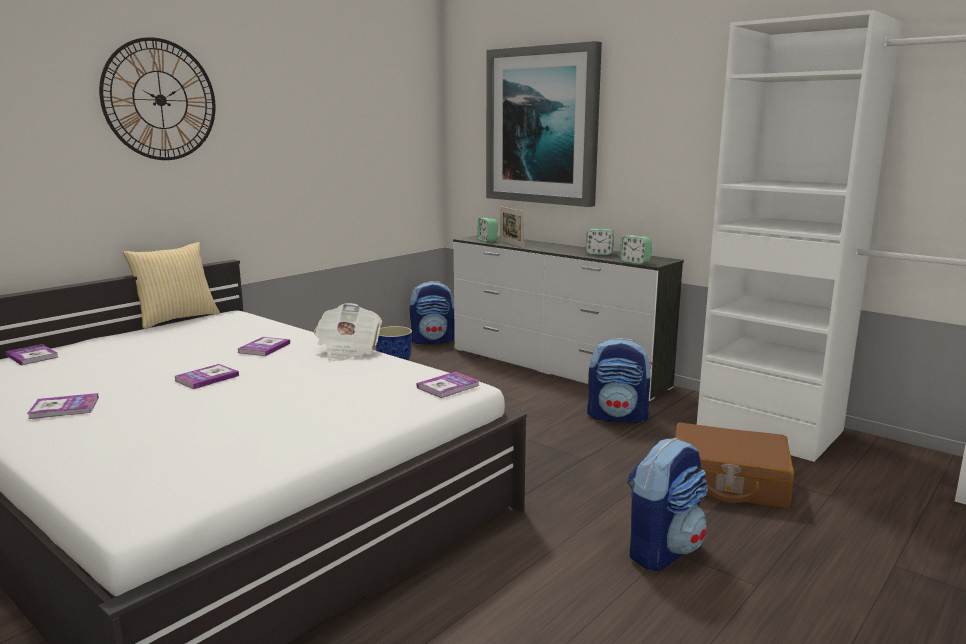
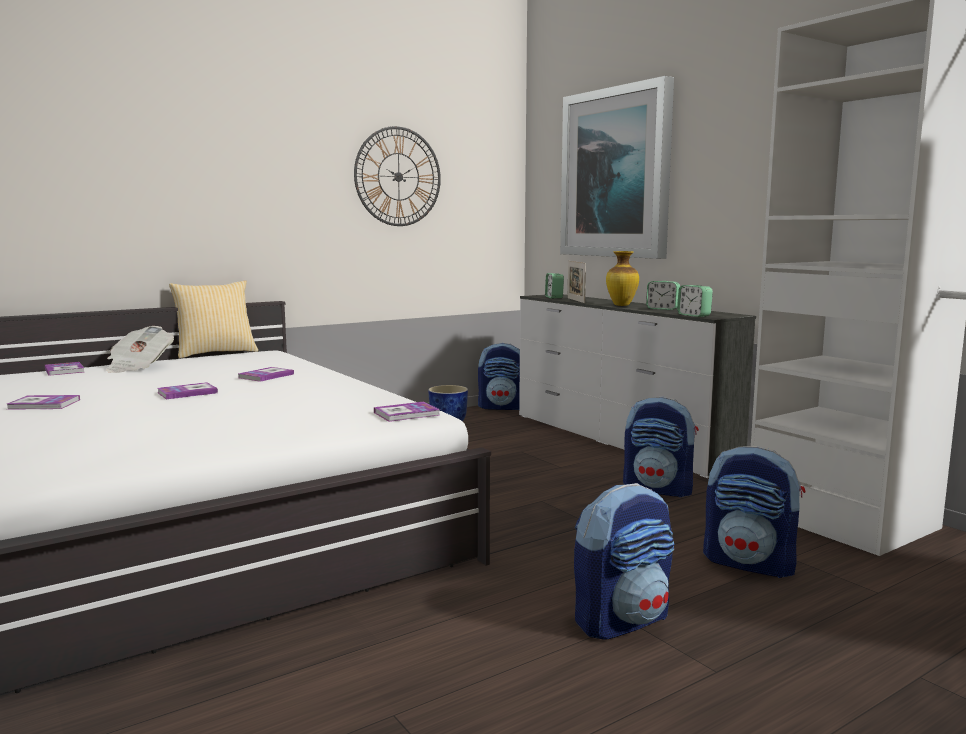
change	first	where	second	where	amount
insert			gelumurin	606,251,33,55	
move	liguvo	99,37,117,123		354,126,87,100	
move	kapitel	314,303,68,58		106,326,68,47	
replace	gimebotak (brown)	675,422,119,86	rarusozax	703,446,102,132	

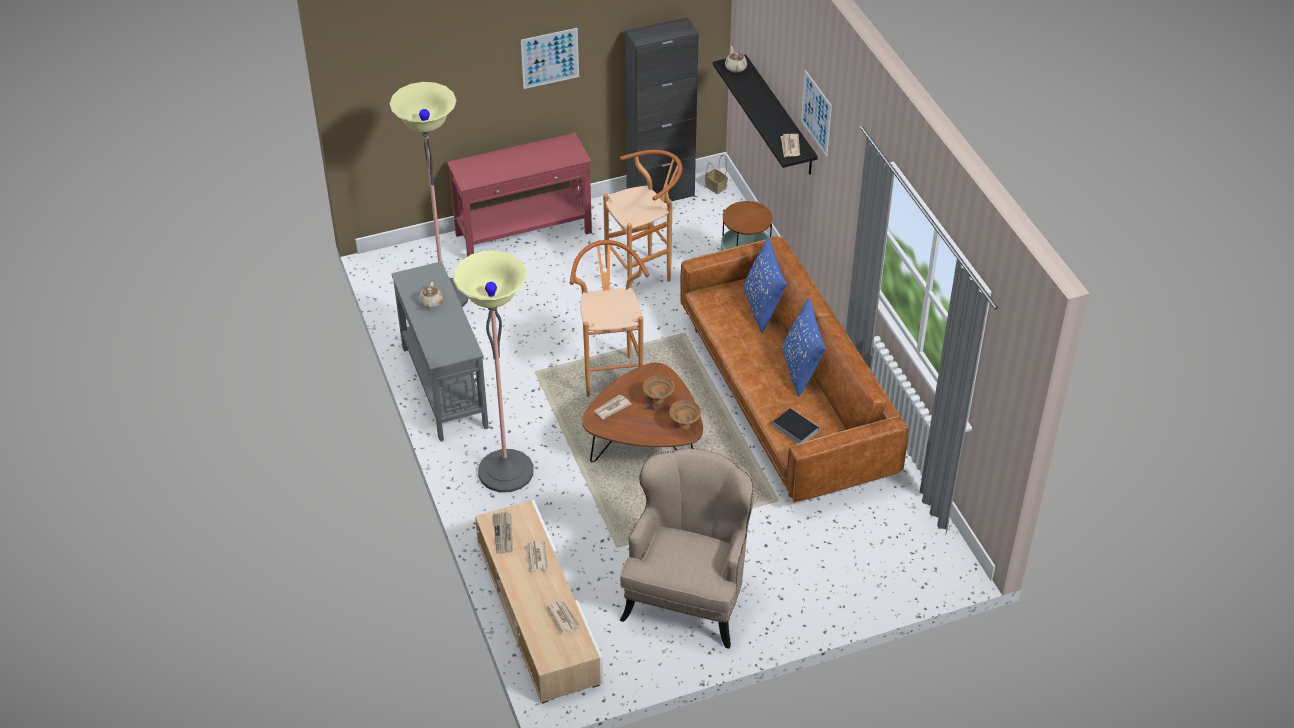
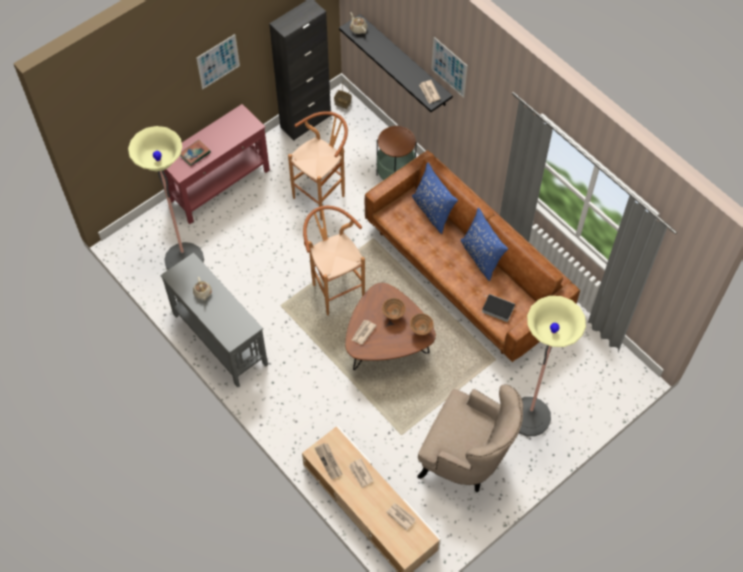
change	first	where	second	where	amount
insert			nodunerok	180,140,31,26	
move	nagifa	453,251,81,241		519,296,67,140	
rotate	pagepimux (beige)	620,449,135,200		417,385,106,107	120 degrees clockwise

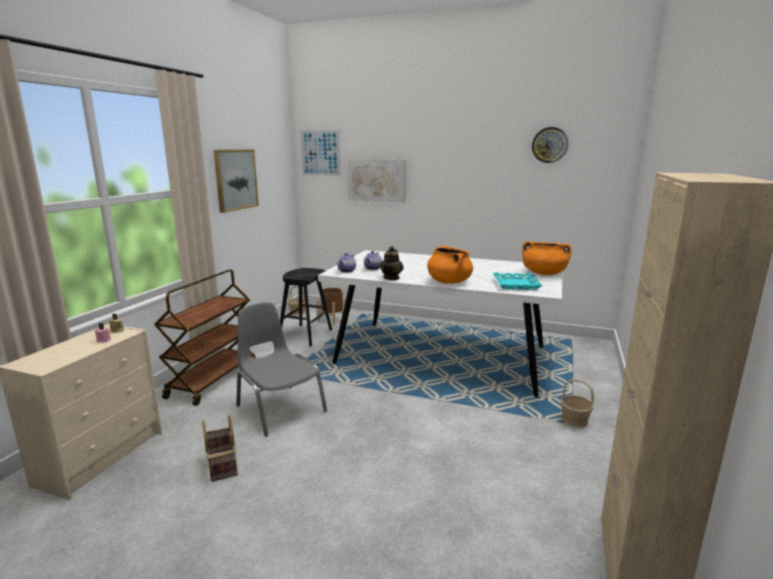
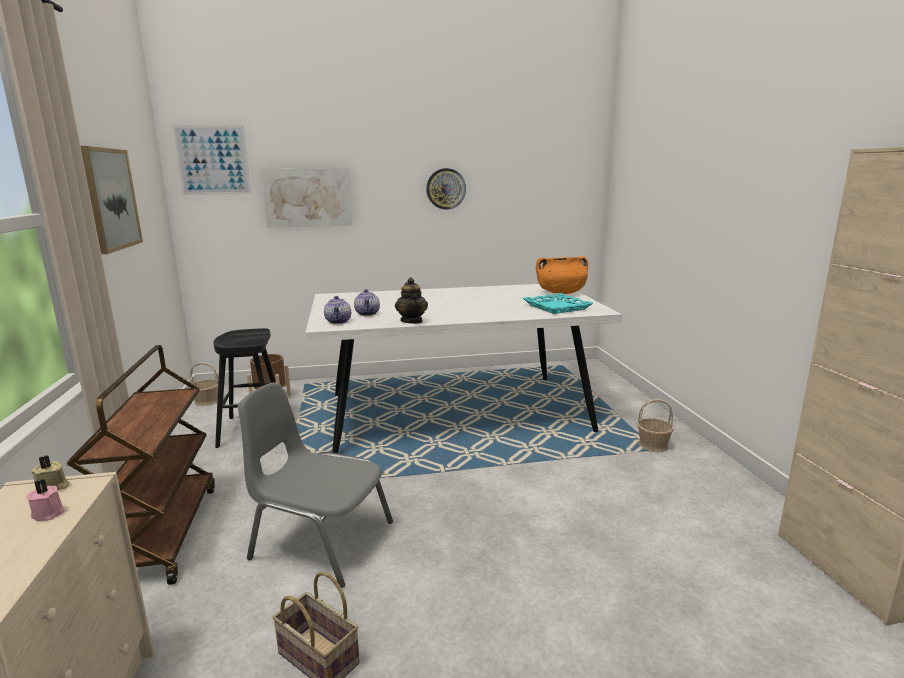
change	first	where	second	where	amount
delete	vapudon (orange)	427,245,46,39			
move	liguvo	532,127,36,36		426,168,40,42	

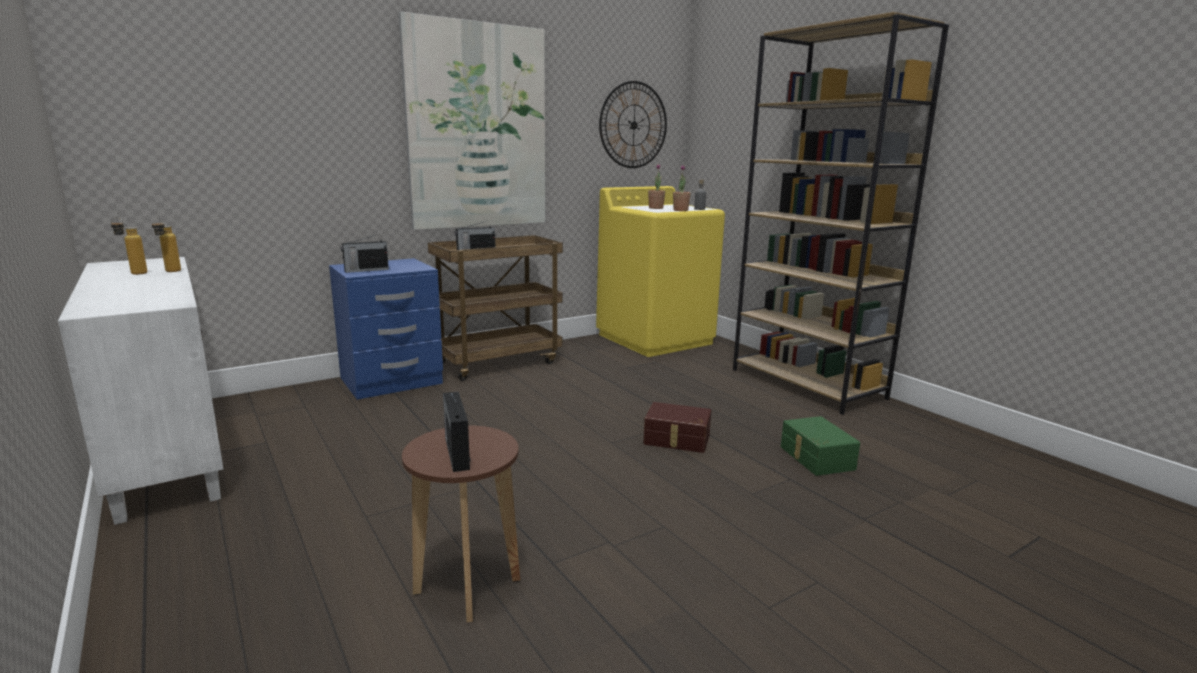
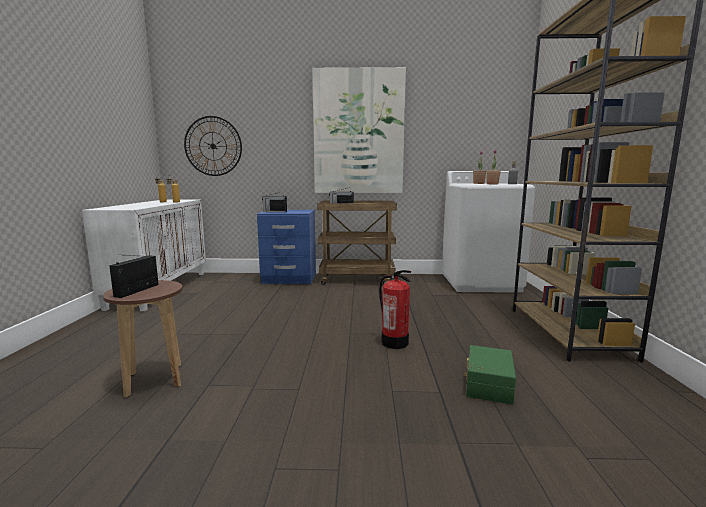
change	first	where	second	where	amount
move	liguvo	599,81,68,87		184,116,58,60	
replace	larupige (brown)	643,402,68,51	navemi	379,270,32,79	
recolor	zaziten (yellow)	596,186,129,171	zaziten (white)	442,171,93,122	

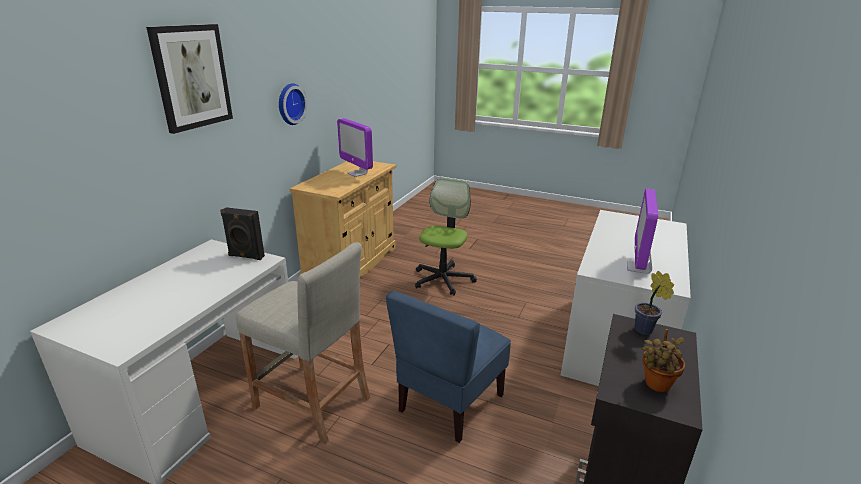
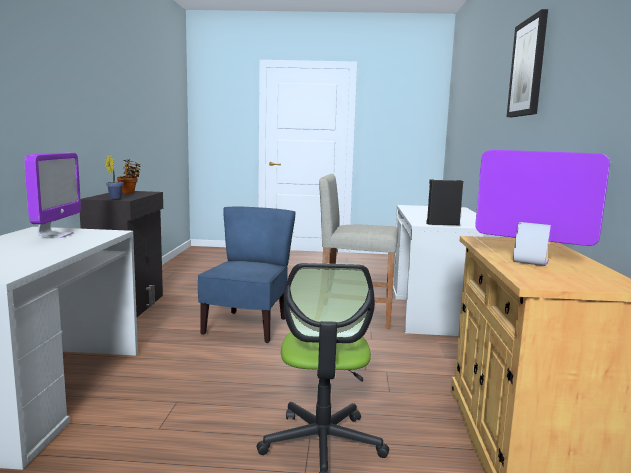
change	first	where	second	where	amount
delete	liguvo	279,83,28,42			

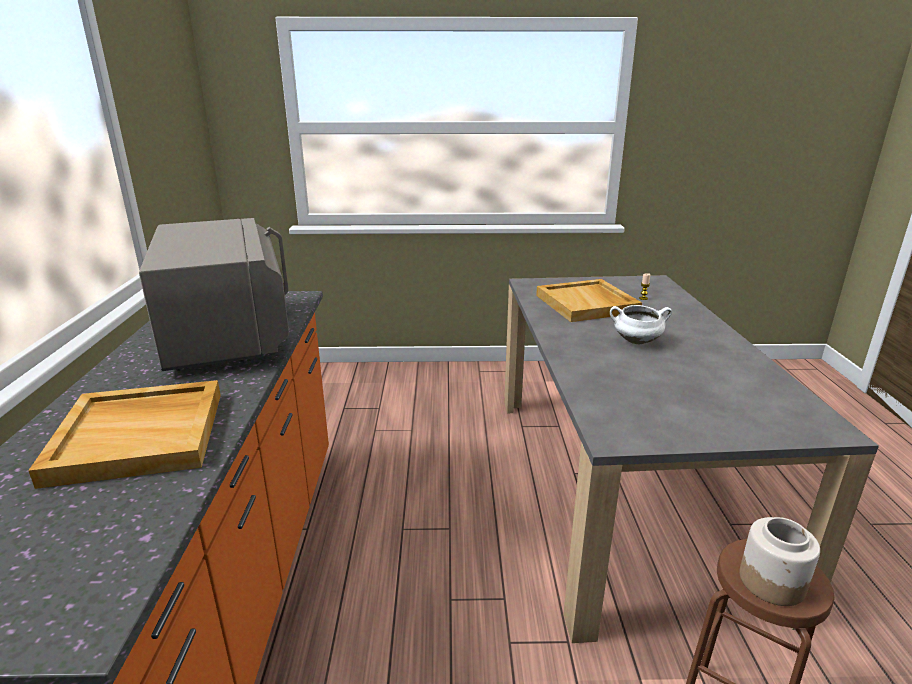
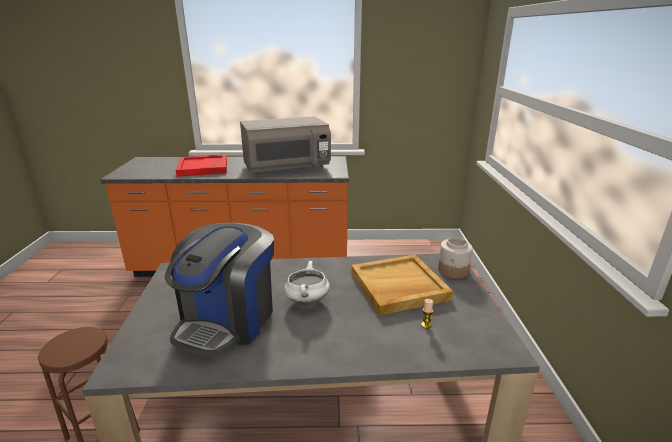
change	first	where	second	where	amount
insert			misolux	164,223,110,134	
move	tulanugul	739,517,81,89		438,237,35,42	
recolor	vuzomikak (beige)	28,380,193,109	vuzomikak (red)	176,155,51,22	

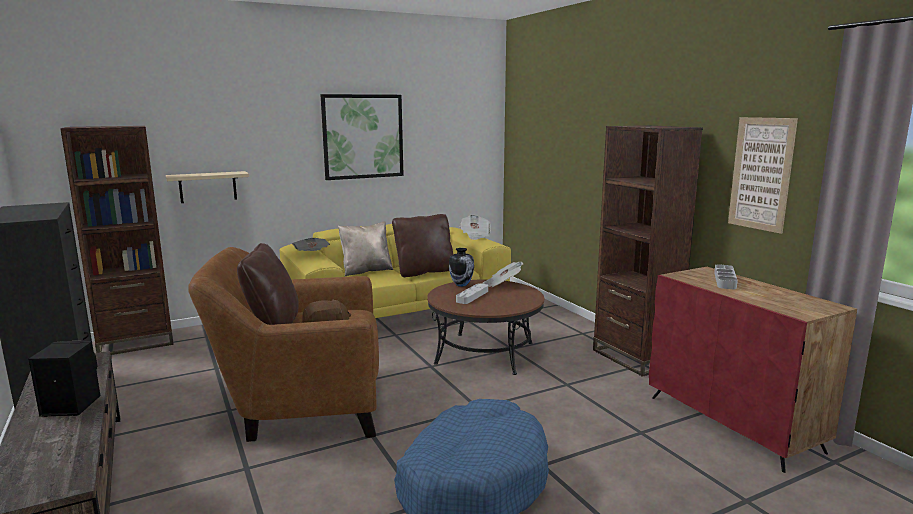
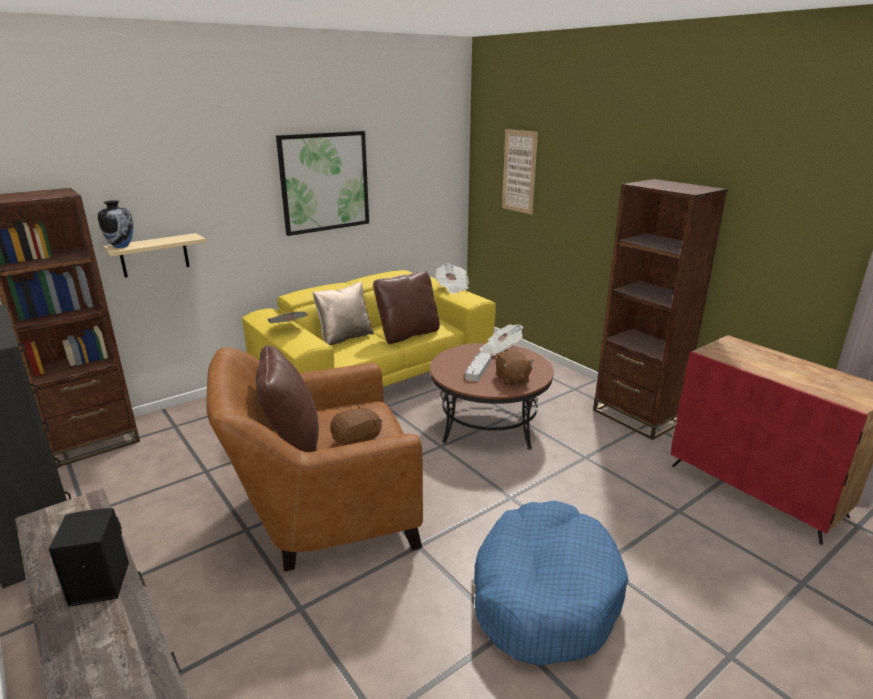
change	first	where	second	where	amount
delete	vuzomikak (grey)	714,264,24,25			
insert			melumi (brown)	496,350,38,36	
move	gelumurin	449,248,25,39		98,200,35,48	
move	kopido	728,117,70,117		502,129,36,86	

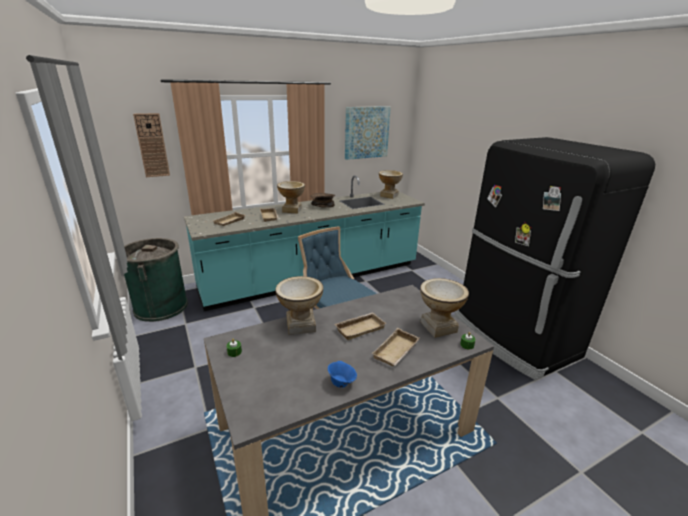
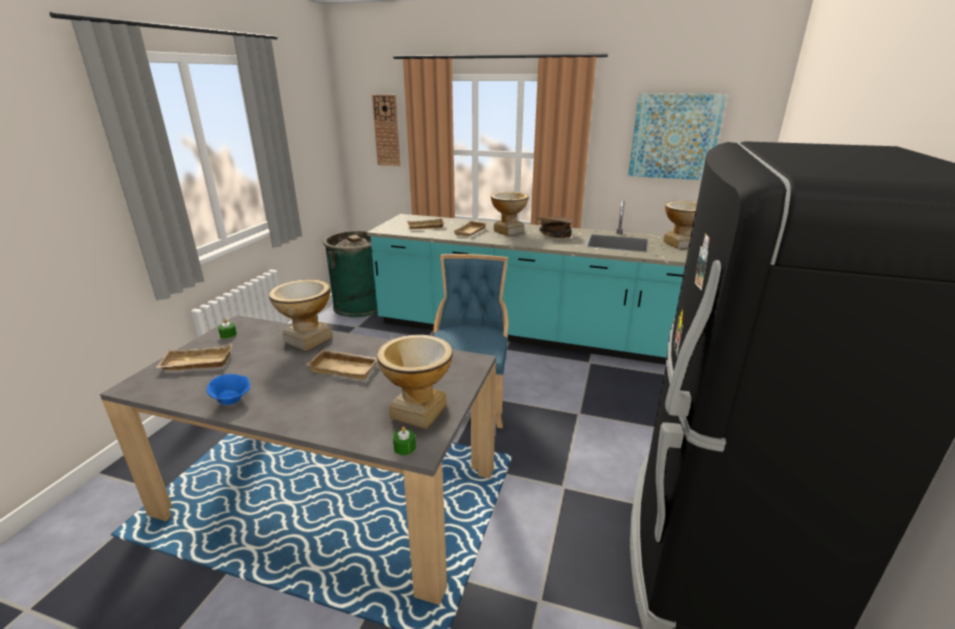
change	first	where	second	where	amount
move	vuzomikak (beige)	372,328,48,38		156,344,76,26	

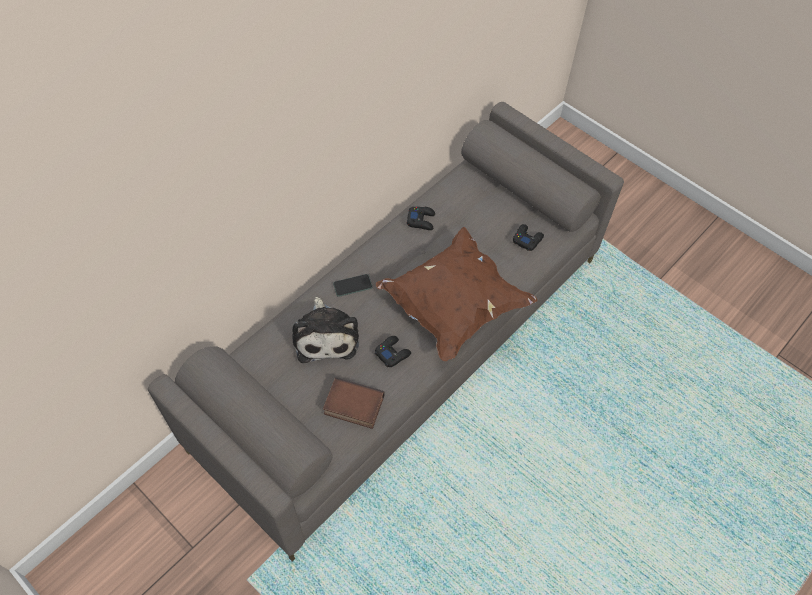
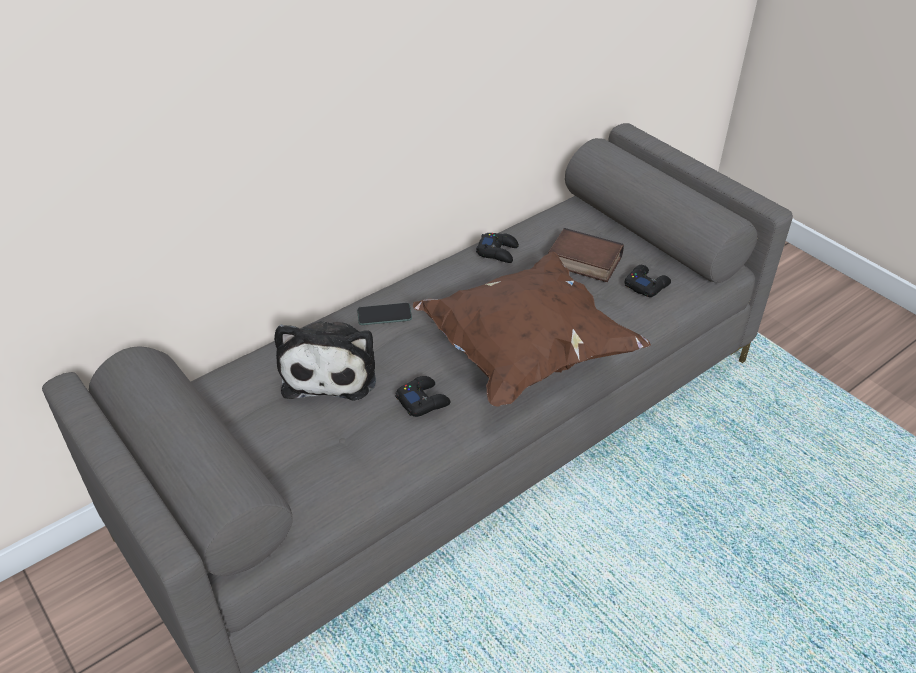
change	first	where	second	where	amount
move	nodunerok	323,377,62,52		548,228,76,54	

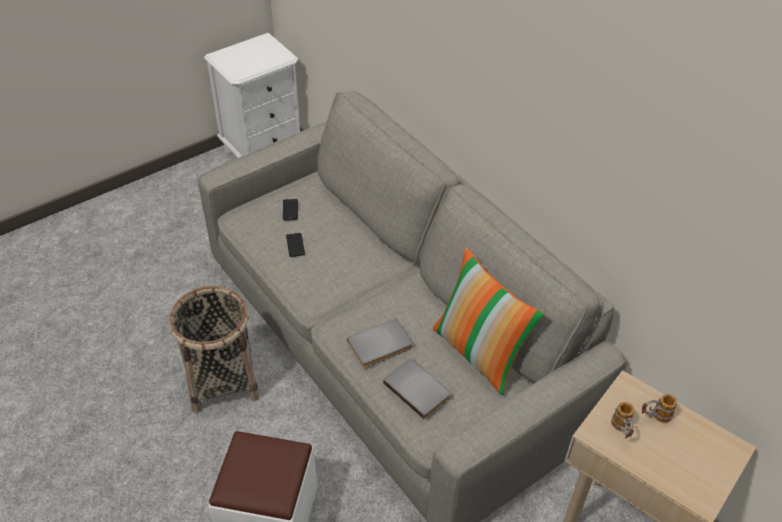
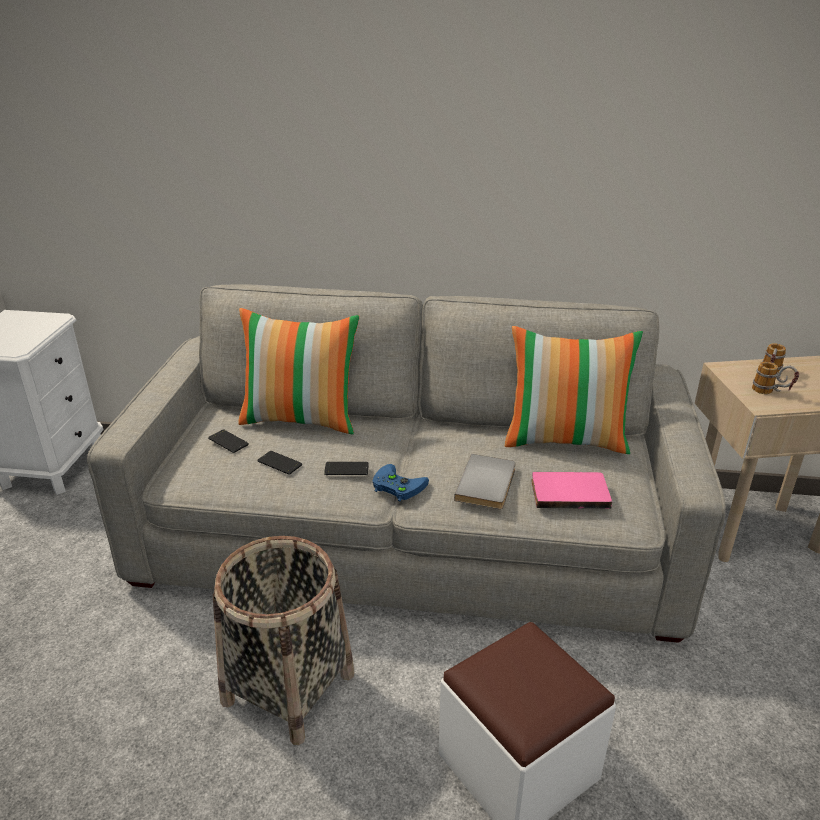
change	first	where	second	where	amount
insert			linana	238,308,122,126	
insert			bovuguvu	324,462,45,13	
insert			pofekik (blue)	373,464,56,37	
recolor	nodunerok (grey)	383,359,68,60	nodunerok (pink)	531,472,81,37	

